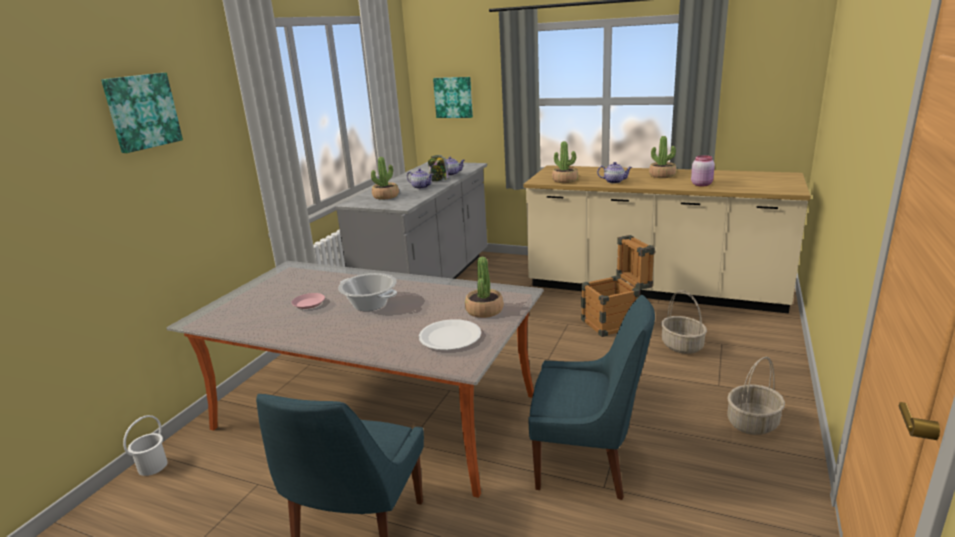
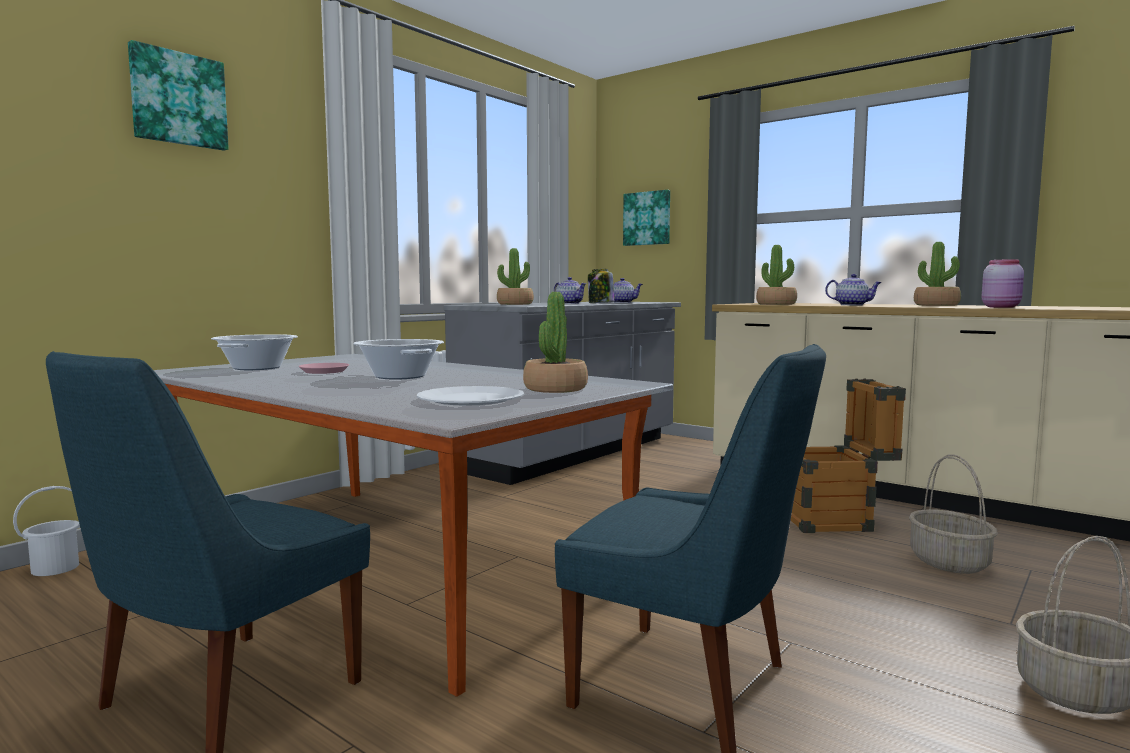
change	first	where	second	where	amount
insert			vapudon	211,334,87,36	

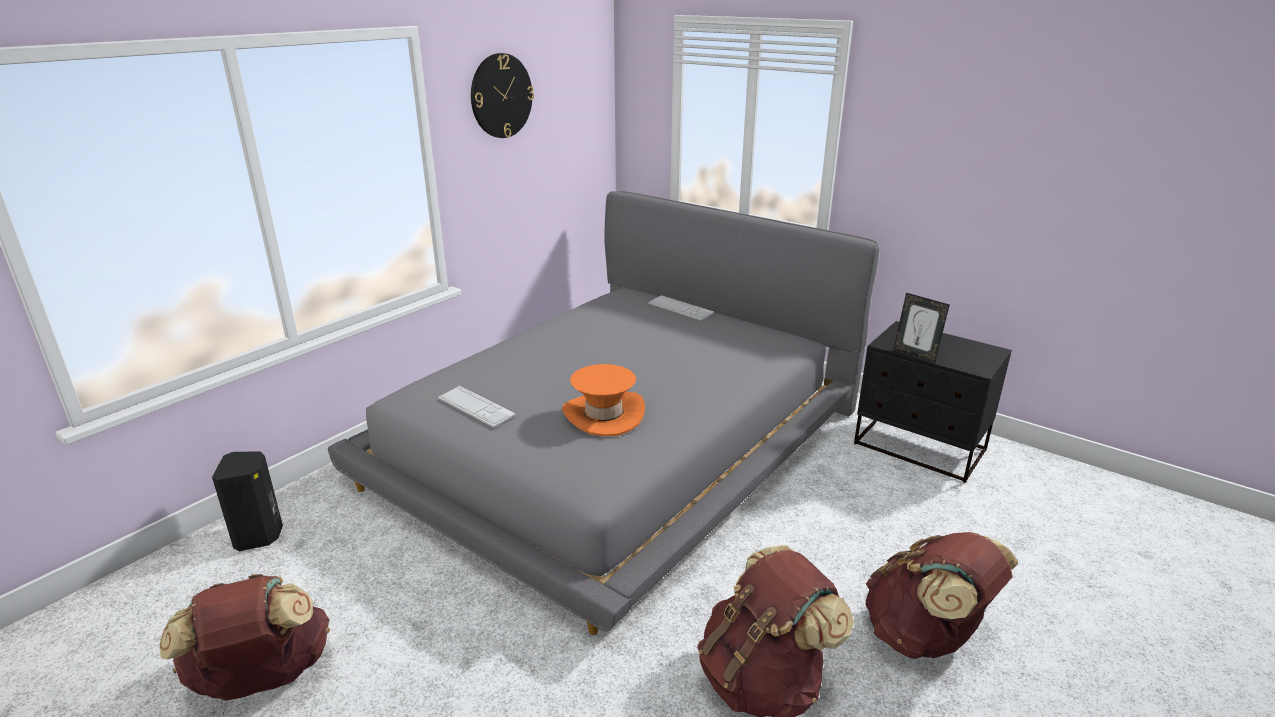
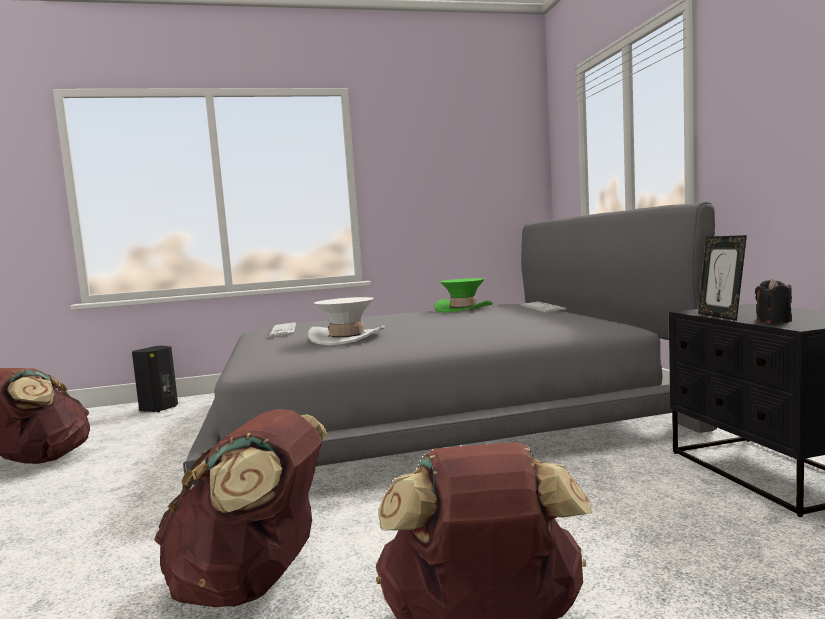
change	first	where	second	where	amount
delete	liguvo	471,53,63,85			
insert			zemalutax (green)	435,278,58,35	
insert			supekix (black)	755,278,37,45	
recolor	zemalutax (orange)	562,364,83,72	zemalutax (white)	308,297,77,48	

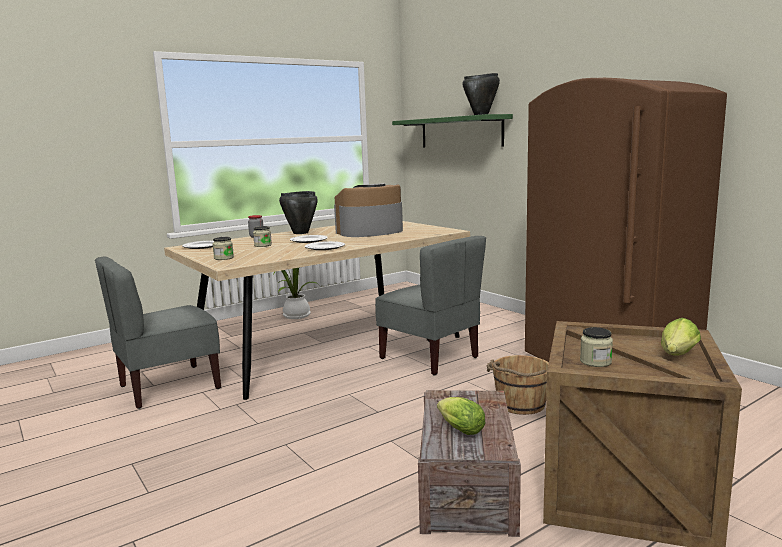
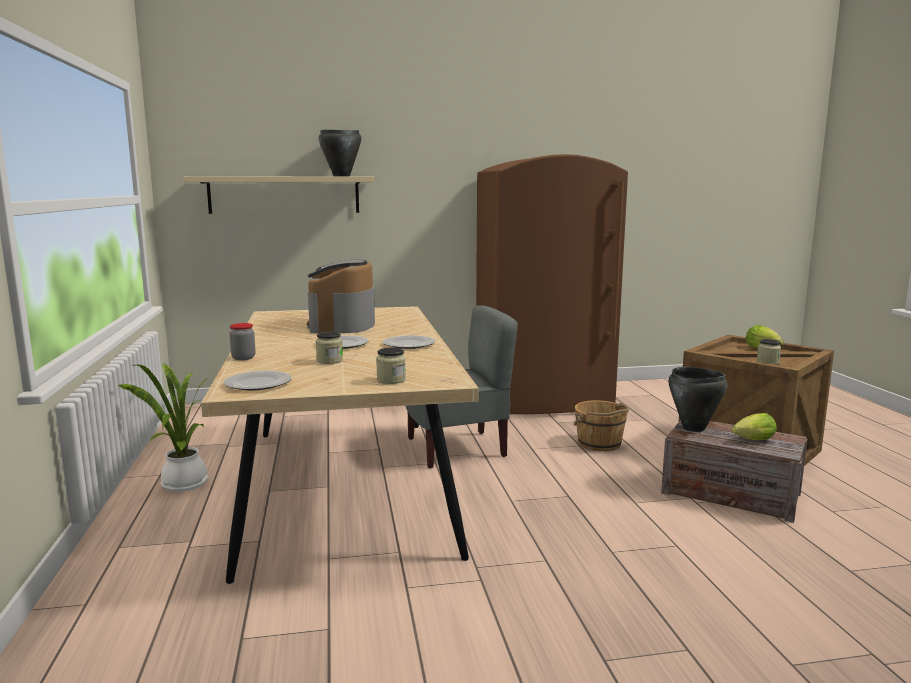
change	first	where	second	where	amount
delete	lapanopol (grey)	95,257,126,152			
move	vapudon (black)	279,191,39,43		668,367,60,65	
recolor	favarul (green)	392,114,121,33	favarul (beige)	183,176,191,38	

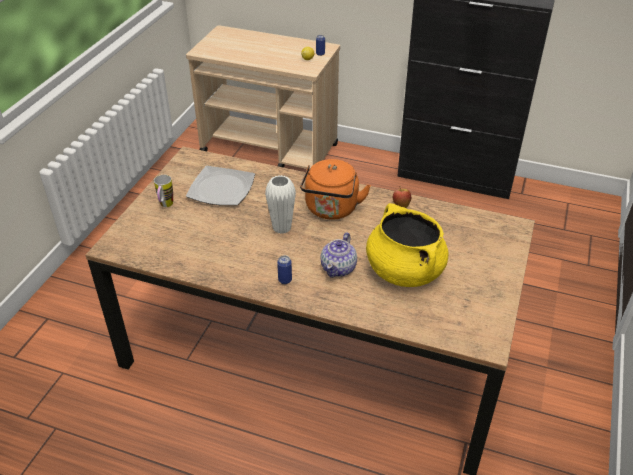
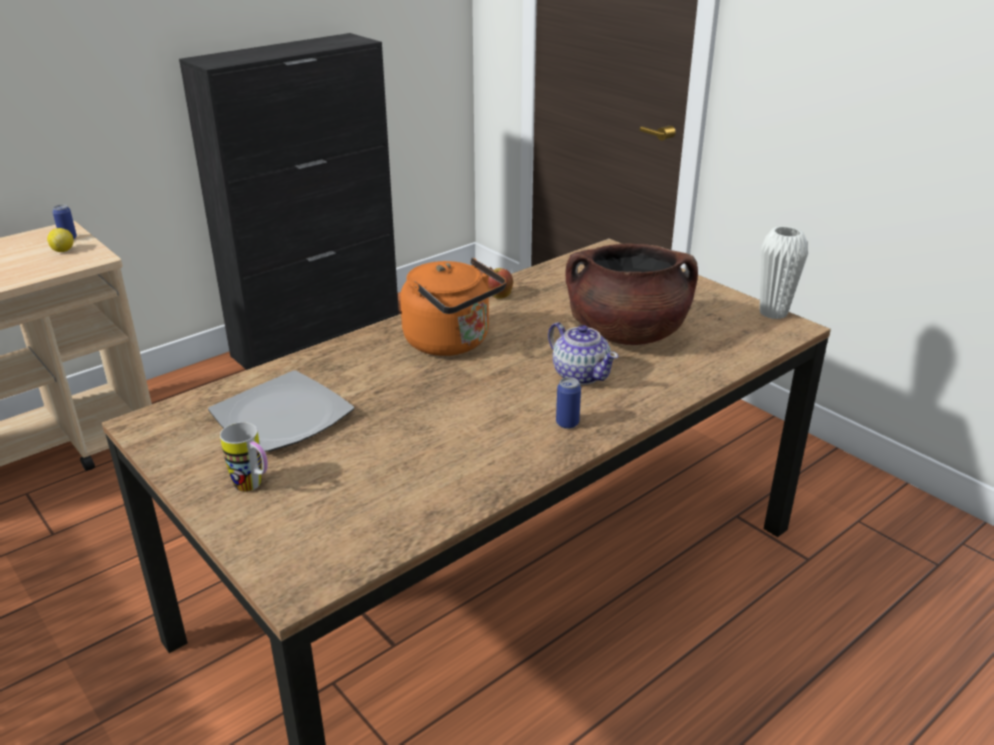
change	first	where	second	where	amount
move	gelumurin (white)	265,175,31,59		760,226,48,93	
recolor	vapudon (yellow)	366,203,82,84	vapudon (brown)	566,243,132,102	

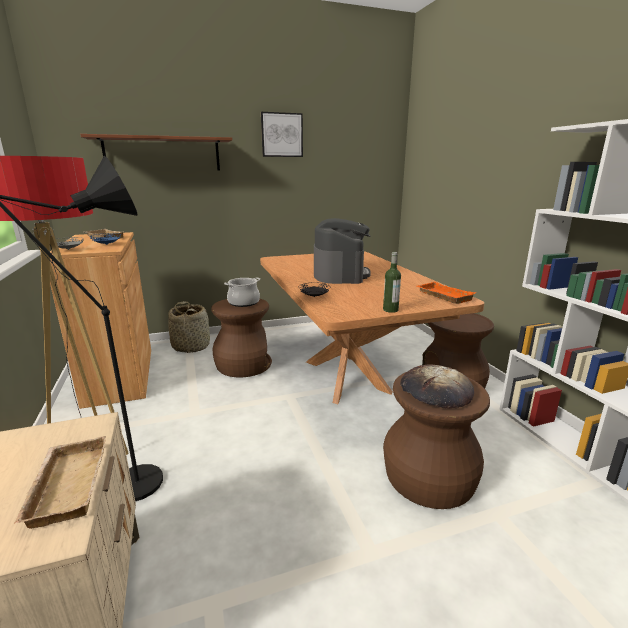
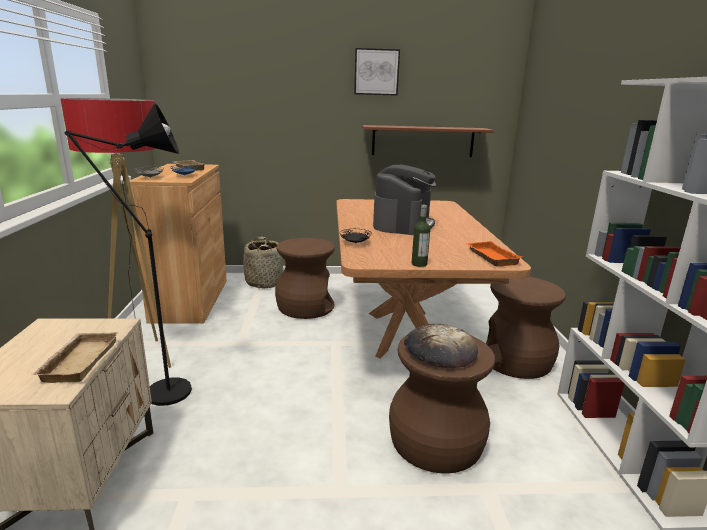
change	first	where	second	where	amount
delete	vapudon	224,277,36,30			
move	favarul (brown)	81,134,151,37		362,125,132,32	

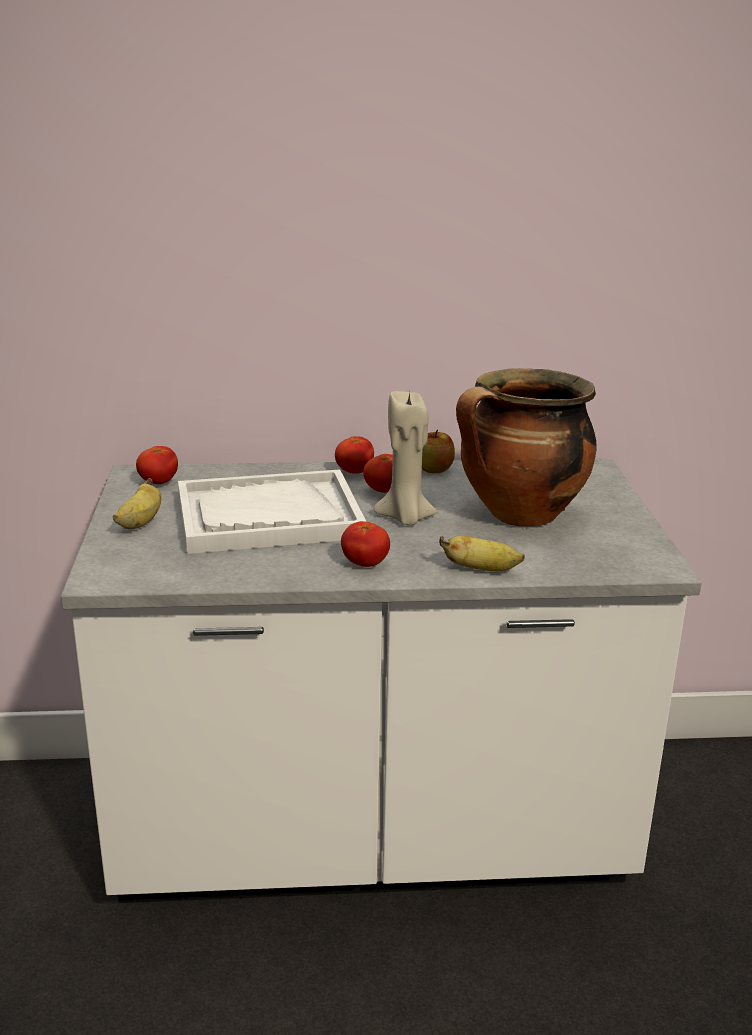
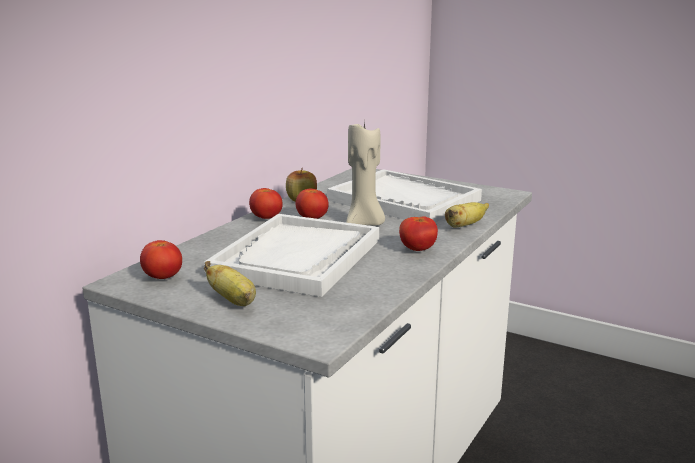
change	first	where	second	where	amount
replace	vapudon	456,368,141,158	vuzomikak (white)	327,169,155,54	

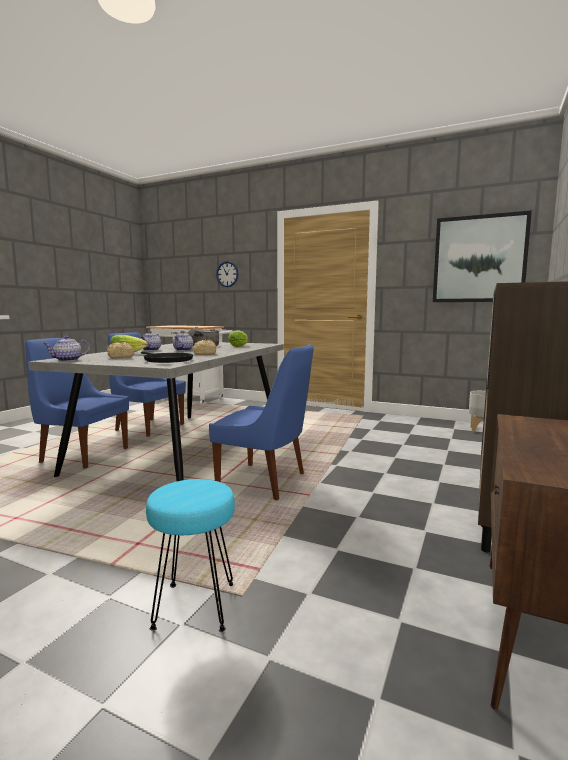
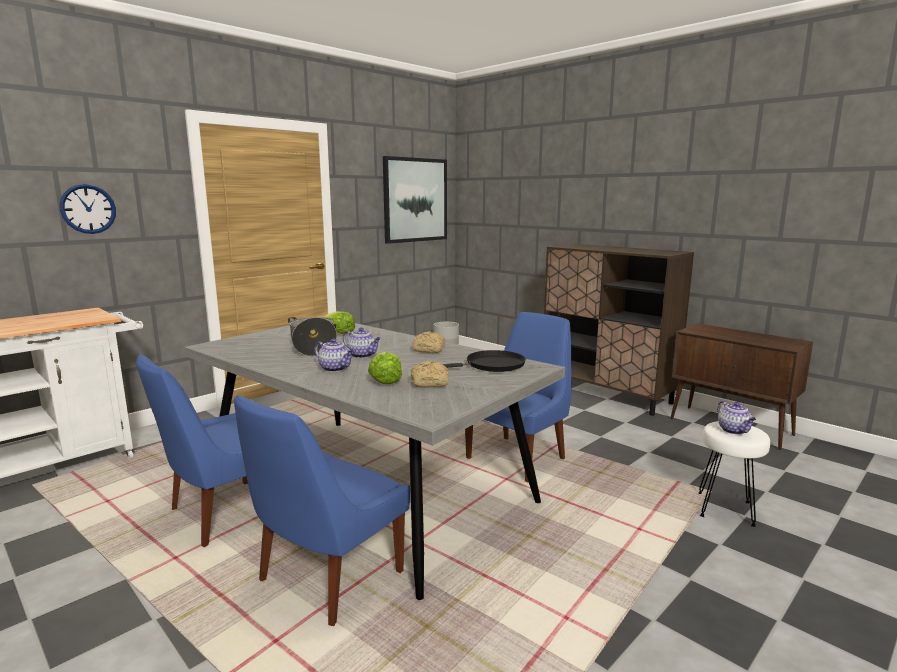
change	first	where	second	where	amount
move	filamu	43,336,47,25		717,401,39,34	
recolor	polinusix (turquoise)	146,479,89,153	polinusix (white)	699,421,71,106	

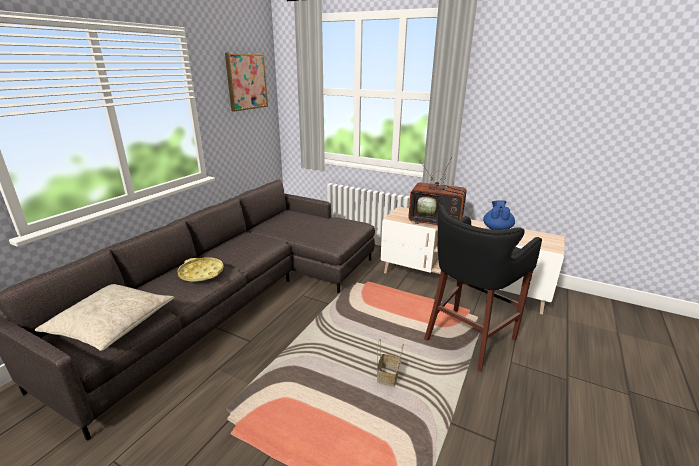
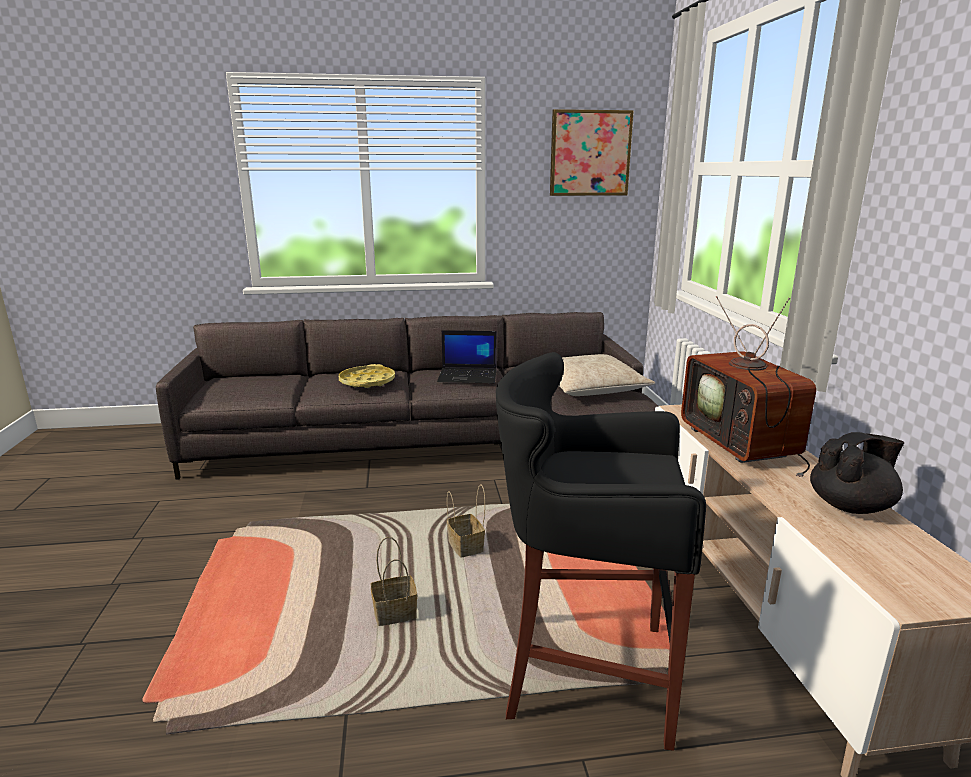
change	first	where	second	where	amount
insert			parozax	437,330,60,53	
insert			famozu	447,484,38,74	
move	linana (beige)	35,284,139,67		559,354,96,42	
recolor	filamu (blue)	483,200,32,30	filamu (black)	810,432,94,82	

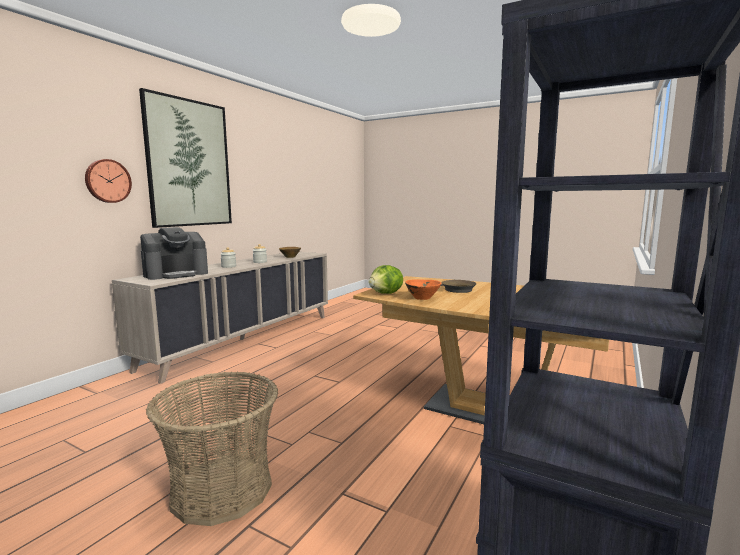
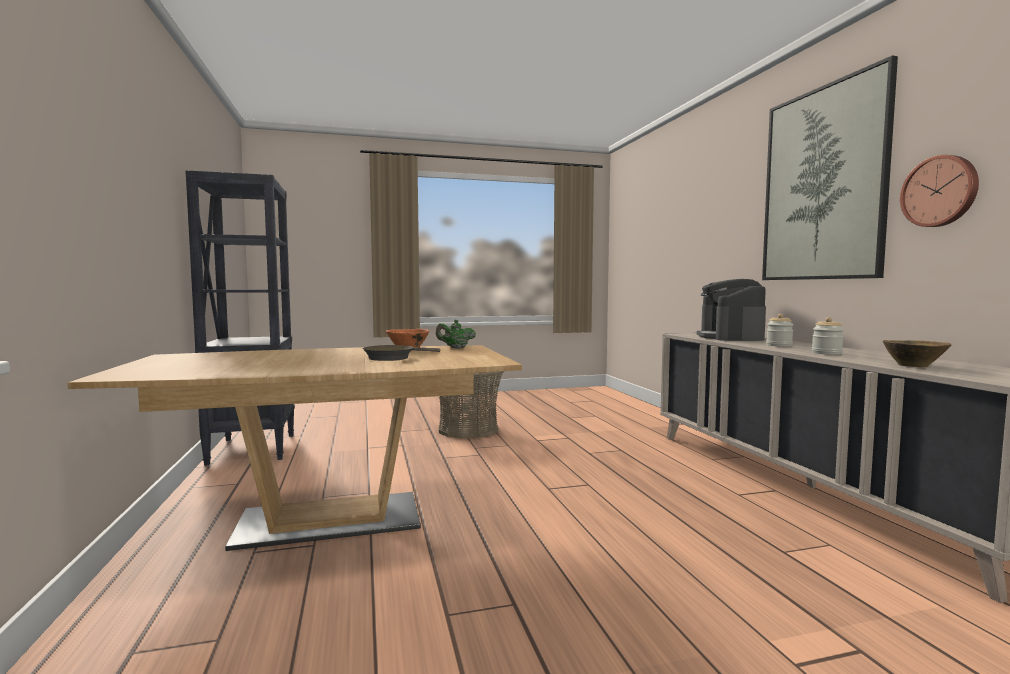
change	first	where	second	where	amount
move	liguvo	85,159,47,44		900,155,79,72	
replace	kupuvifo	368,265,35,29	filamu (green)	436,320,40,29	

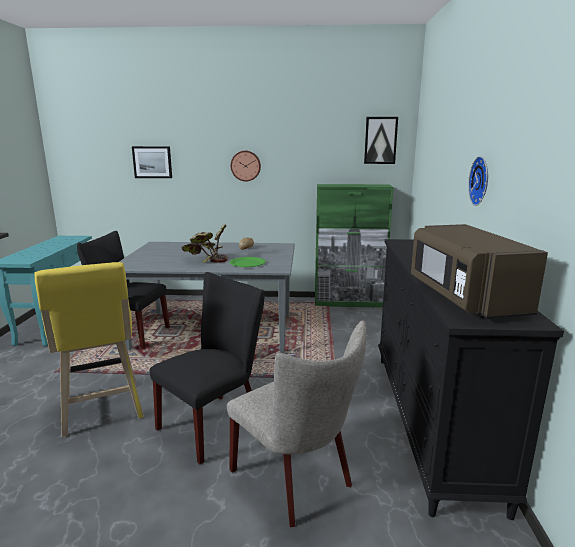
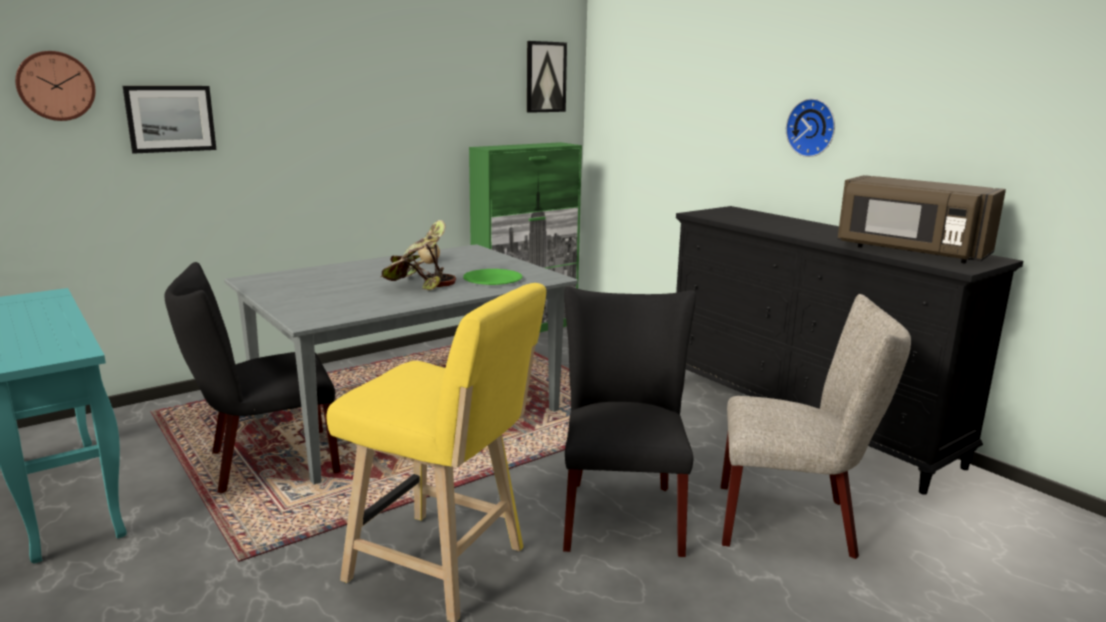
change	first	where	second	where	amount
move	liguvo	231,151,30,31		15,51,80,70	

